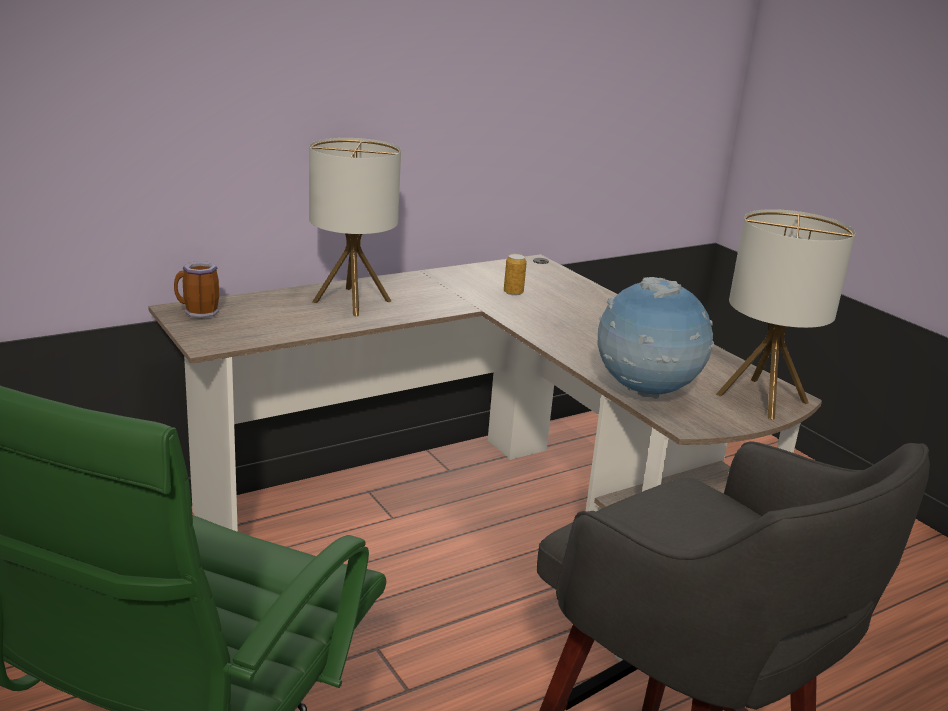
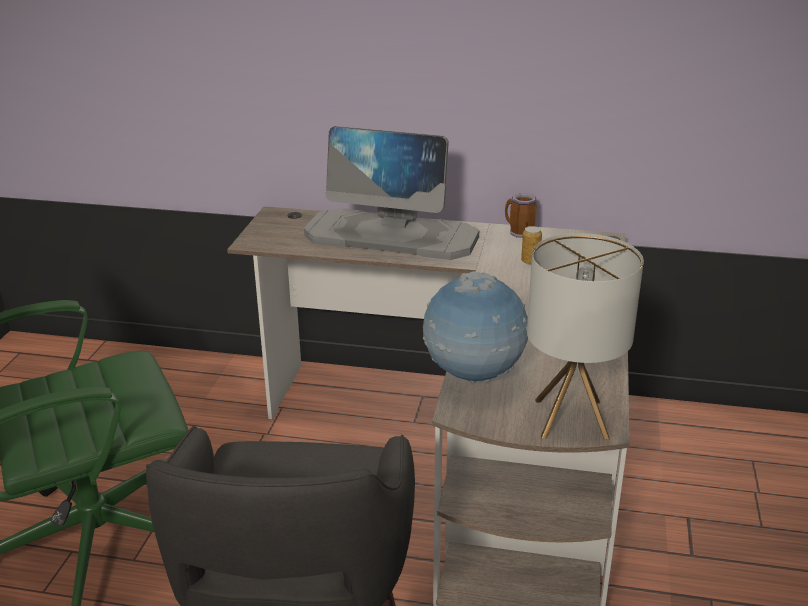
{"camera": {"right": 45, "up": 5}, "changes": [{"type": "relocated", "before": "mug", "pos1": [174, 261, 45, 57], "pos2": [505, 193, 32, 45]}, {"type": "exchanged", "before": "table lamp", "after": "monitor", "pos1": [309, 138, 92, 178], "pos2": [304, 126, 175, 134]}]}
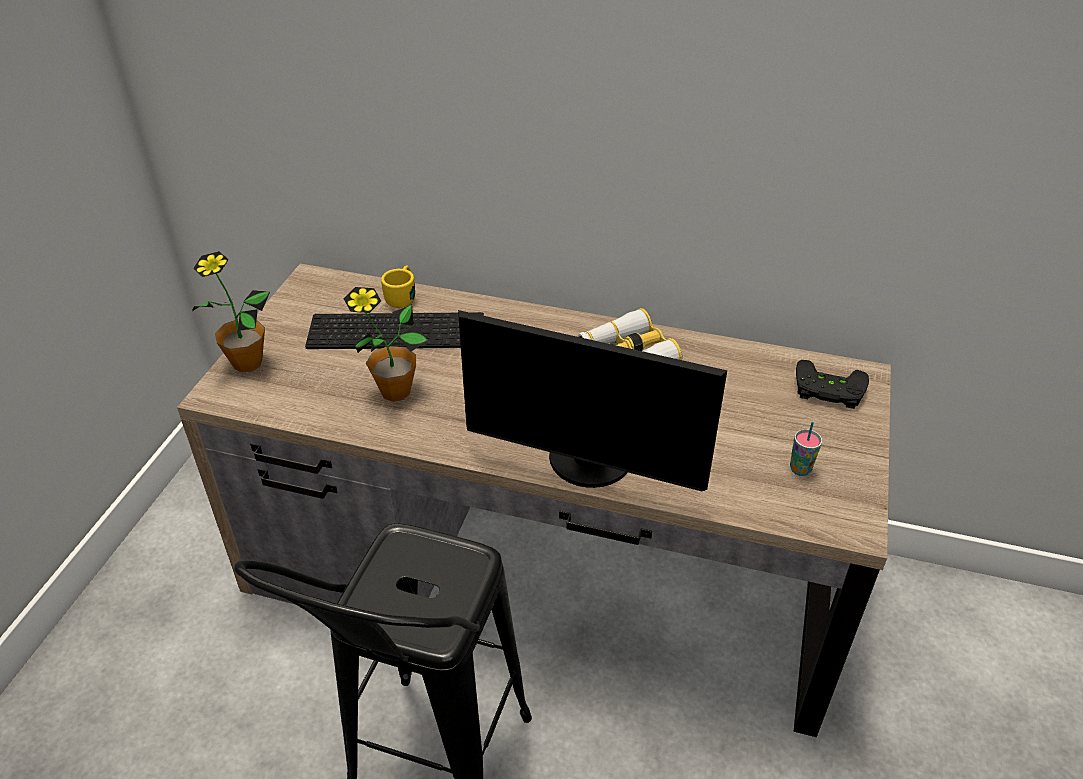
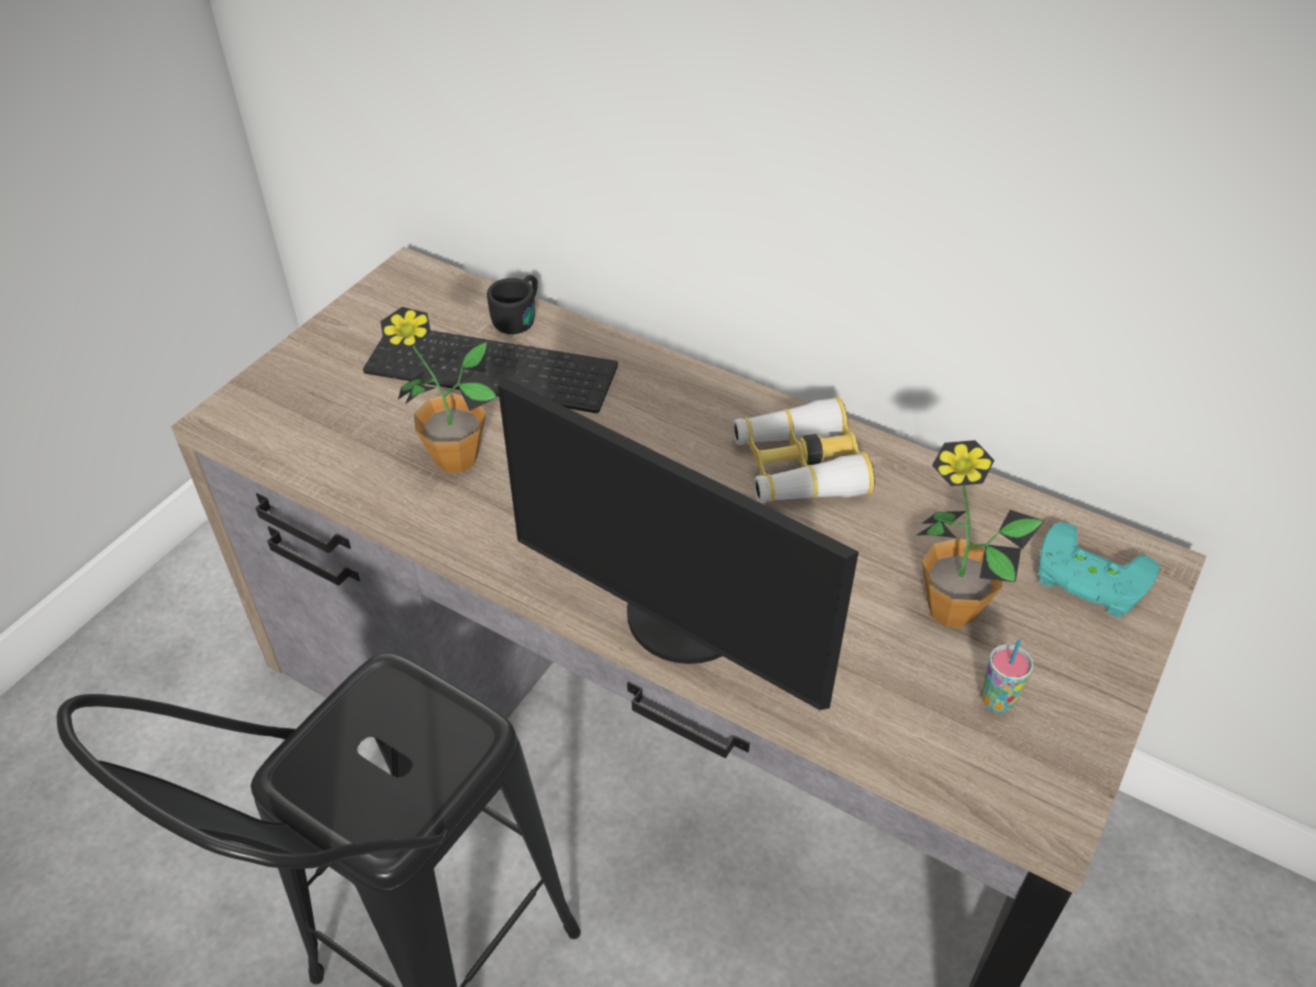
{"camera": {"right": 15, "up": 5}, "changes": [{"type": "relocated", "before": "potted plant", "pos1": [192, 251, 78, 121], "pos2": [917, 440, 127, 188]}, {"type": "colour", "before": "yellow mug", "after": "black mug", "pos1": [381, 265, 34, 43], "pos2": [487, 275, 51, 59]}, {"type": "colour", "before": "black game controller", "after": "turquoise game controller", "pos1": [796, 360, 73, 49], "pos2": [1038, 522, 122, 96]}]}
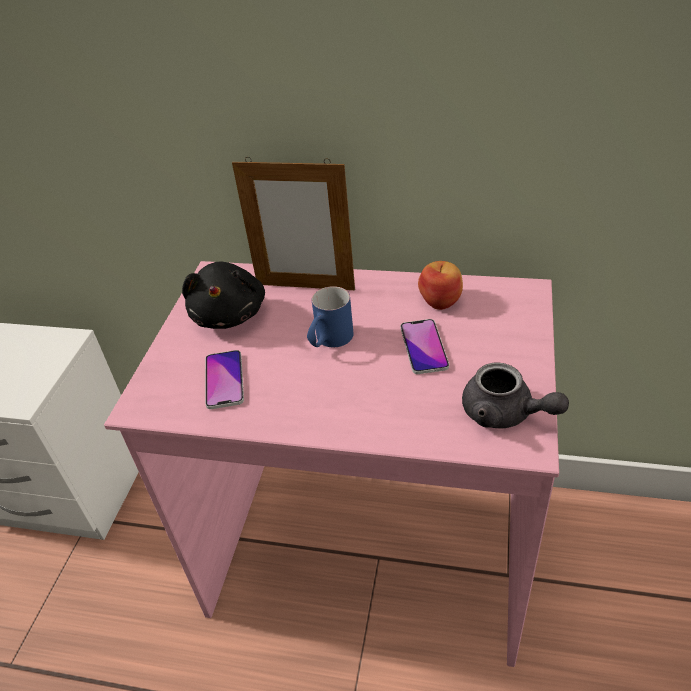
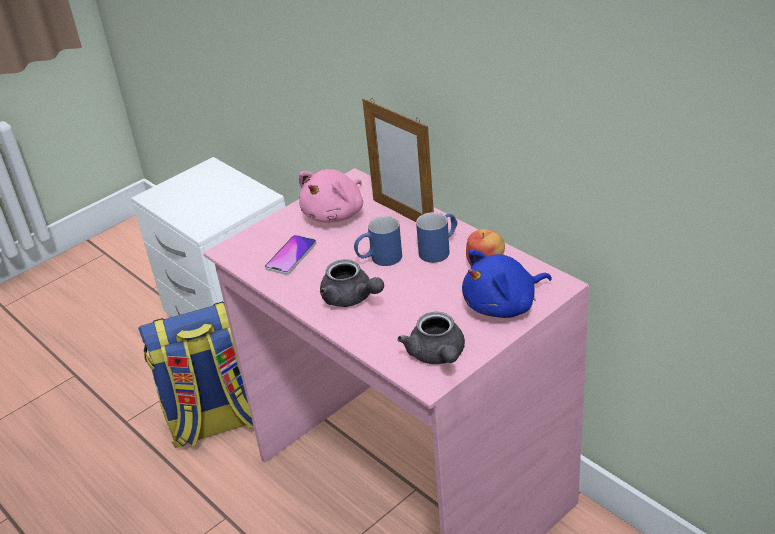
{"camera": {"right": 35, "up": -5}, "changes": [{"type": "colour", "before": "black plush toy", "after": "pink plush toy", "pos1": [182, 262, 83, 67], "pos2": [299, 169, 64, 53]}, {"type": "missing", "before": "phone", "pos1": [400, 319, 49, 55]}, {"type": "appeared", "after": "backpack", "pos2": [138, 301, 115, 147]}, {"type": "appeared", "after": "grey teapot", "pos2": [320, 259, 64, 48]}, {"type": "appeared", "after": "blue mug", "pos2": [416, 212, 41, 51]}, {"type": "appeared", "after": "blue plush toy", "pos2": [462, 250, 90, 68]}]}
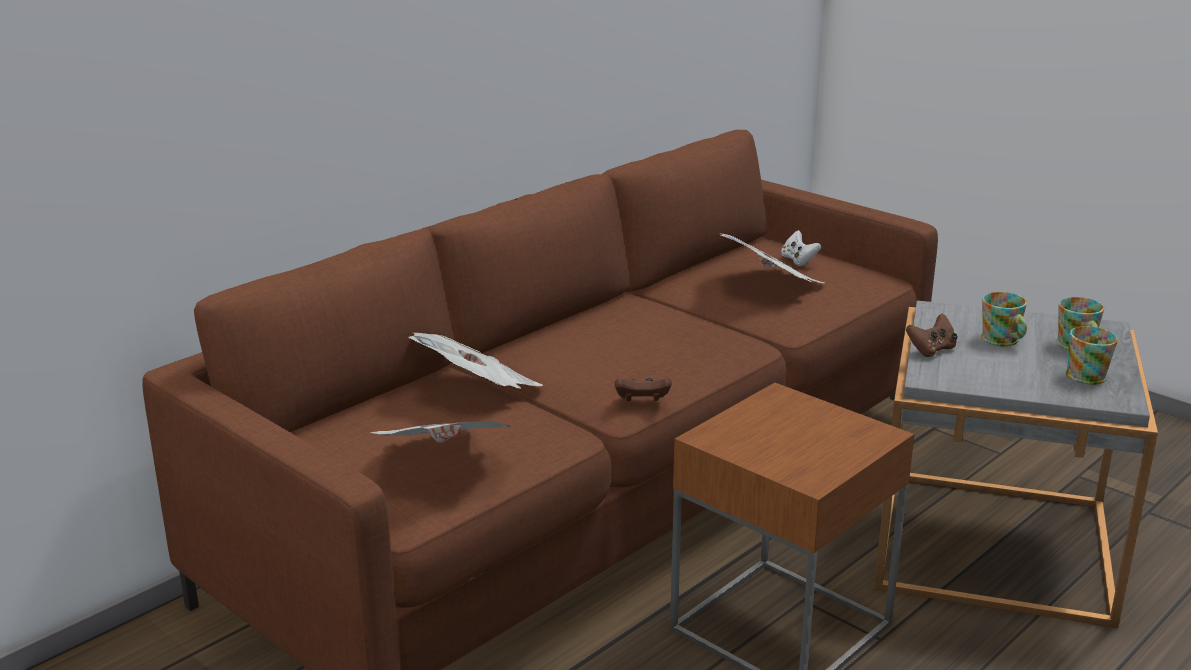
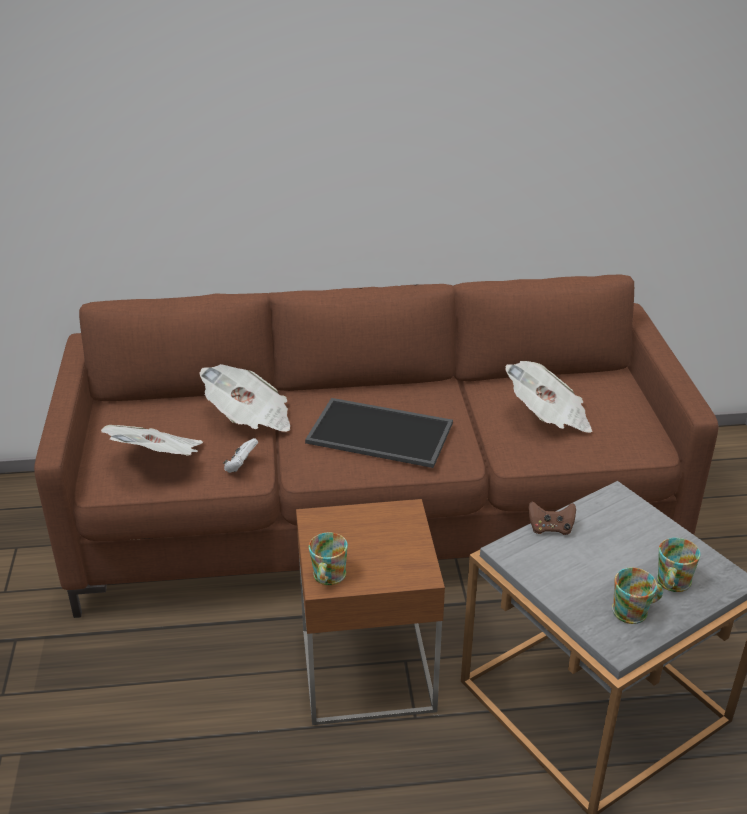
{"camera": {"right": 40, "up": 10}, "changes": [{"type": "missing", "before": "brown game controller", "pos1": [614, 378, 58, 23]}, {"type": "relocated", "before": "white game controller", "pos1": [781, 230, 40, 36], "pos2": [223, 438, 35, 35]}, {"type": "relocated", "before": "mug", "pos1": [981, 292, 46, 54], "pos2": [309, 532, 39, 53]}, {"type": "appeared", "after": "tray", "pos2": [305, 398, 148, 70]}]}
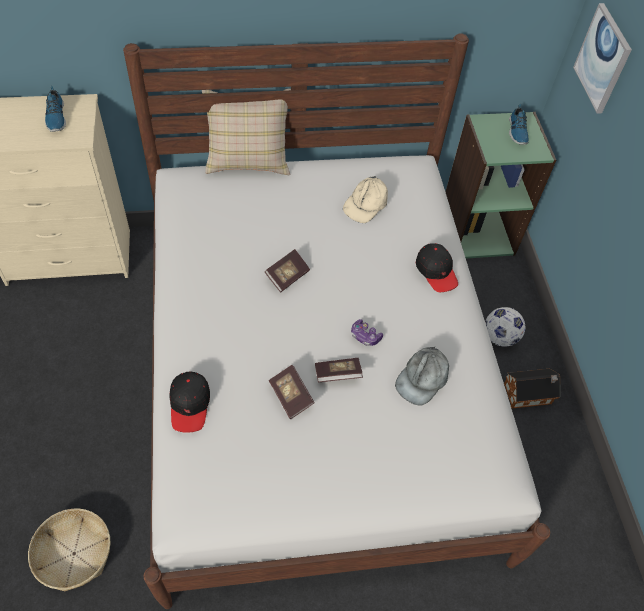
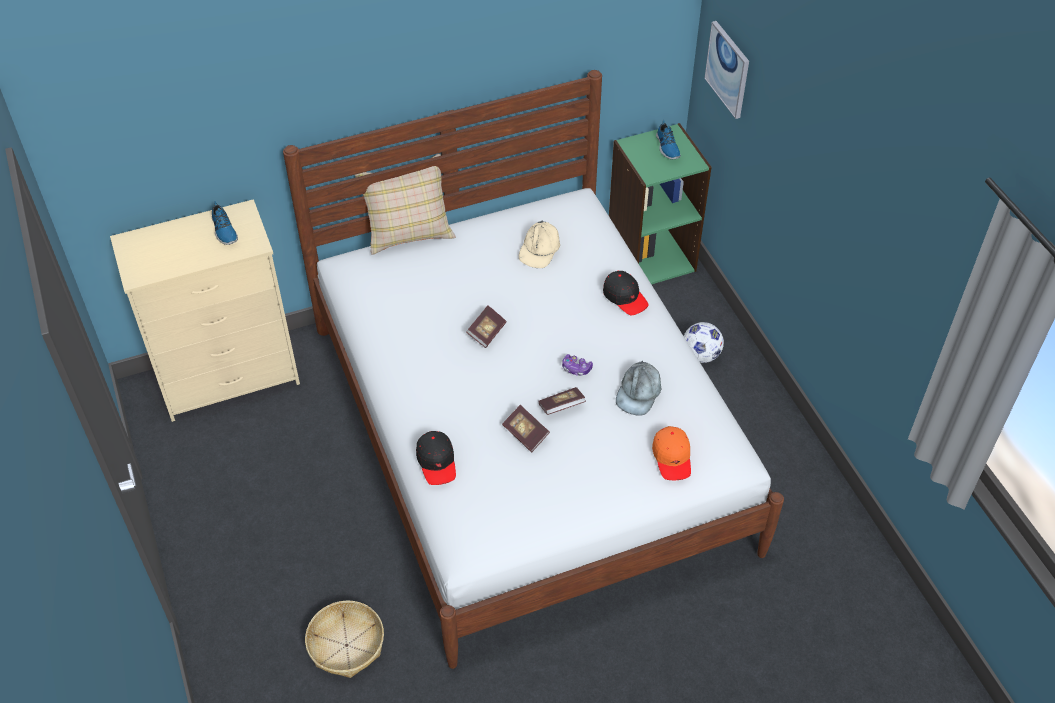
{"camera": {"right": -10, "up": -5}, "changes": [{"type": "missing", "before": "toy house", "pos1": [504, 369, 56, 39]}, {"type": "appeared", "after": "orange cap", "pos2": [652, 426, 39, 54]}]}
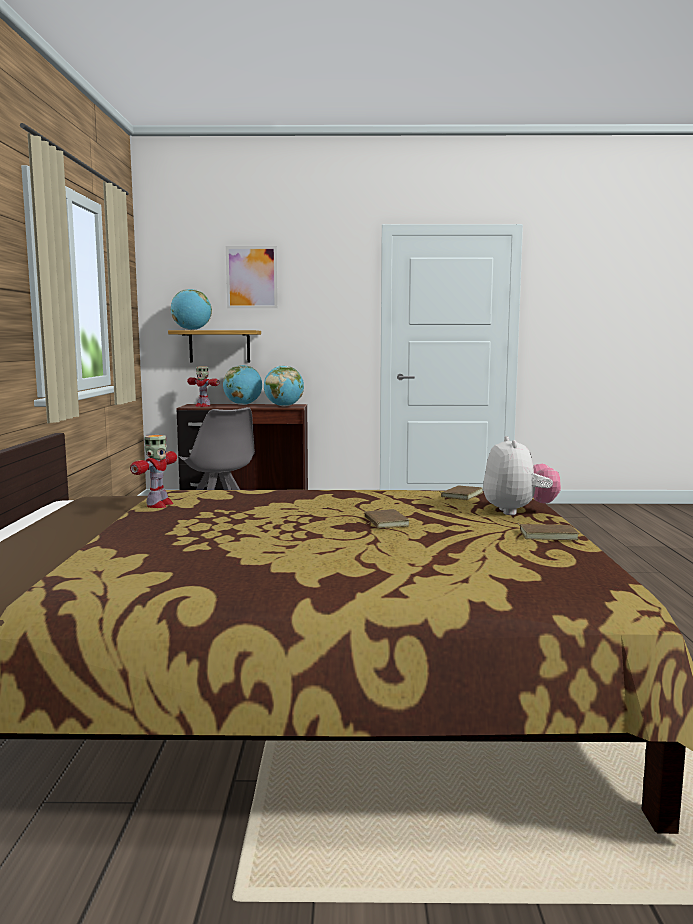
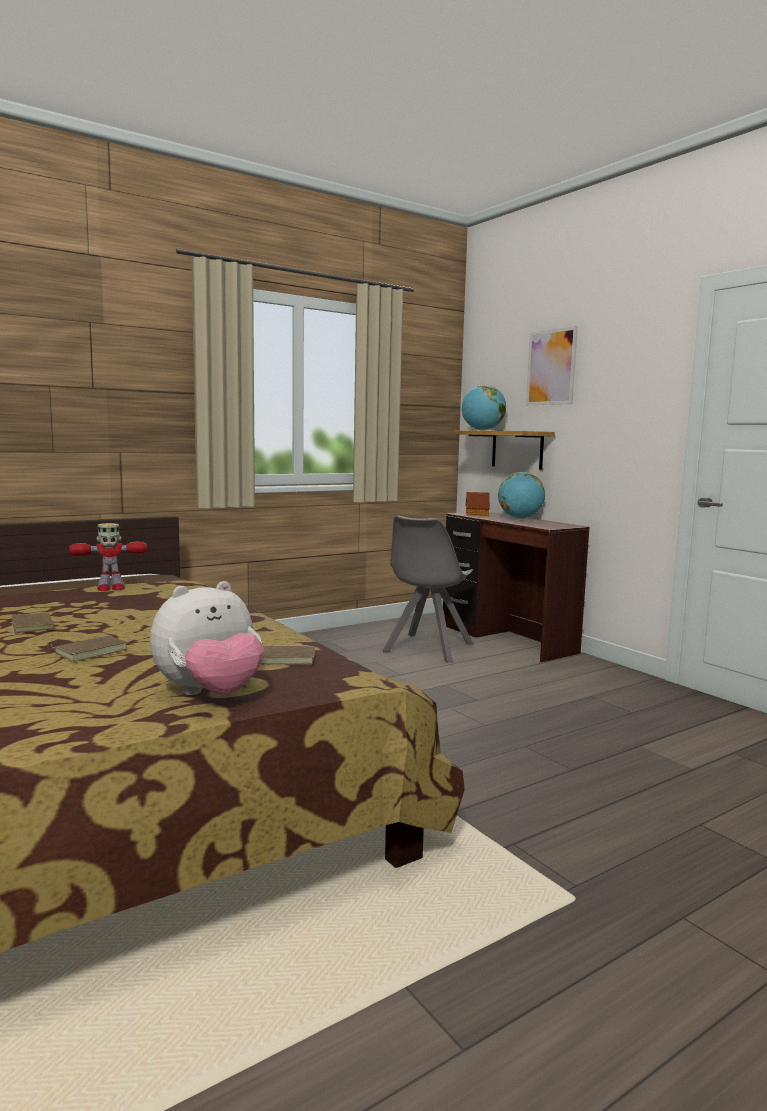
{"camera": {"right": 55, "up": 0}, "changes": [{"type": "exchanged", "before": "toy robot", "after": "toy house", "pos1": [187, 367, 32, 40], "pos2": [466, 492, 24, 24]}, {"type": "missing", "before": "globe", "pos1": [264, 366, 40, 41]}, {"type": "relocated", "before": "brown book", "pos1": [518, 522, 62, 18], "pos2": [12, 611, 49, 22]}]}
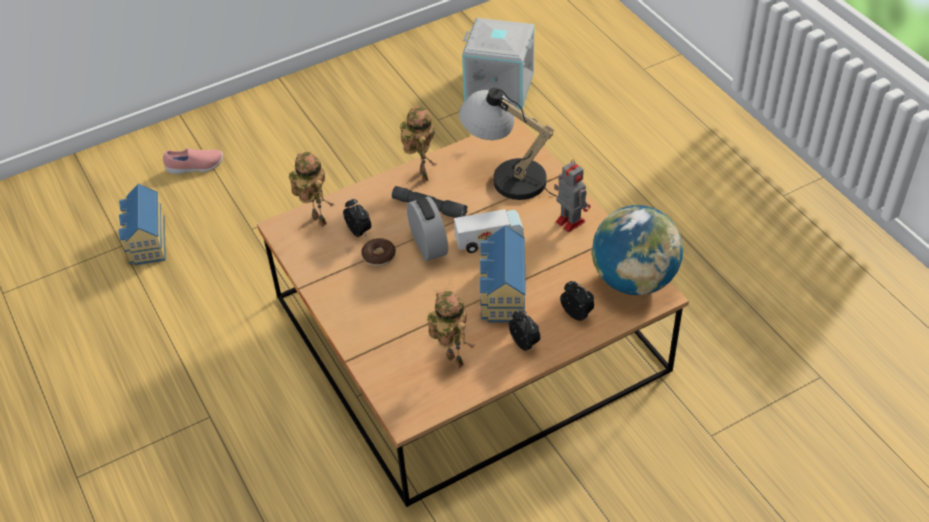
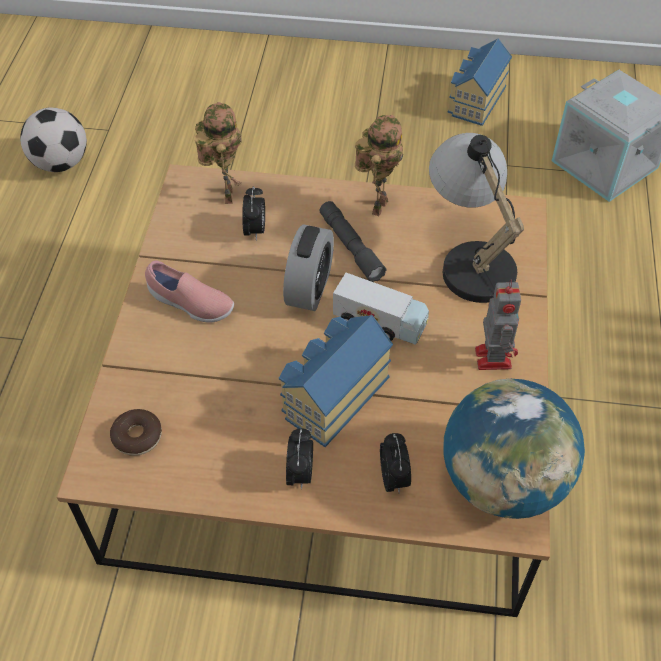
{"camera": {"right": 35, "up": 5}, "changes": [{"type": "relocated", "before": "toy house", "pos1": [118, 184, 48, 81], "pos2": [447, 38, 65, 88]}, {"type": "relocated", "before": "pink shoe", "pos1": [163, 148, 60, 26], "pos2": [145, 261, 89, 62]}, {"type": "relocated", "before": "donut", "pos1": [361, 238, 35, 28], "pos2": [110, 409, 52, 47]}, {"type": "missing", "before": "toy robot", "pos1": [427, 291, 48, 78]}, {"type": "appeared", "after": "football", "pos2": [20, 108, 67, 64]}]}
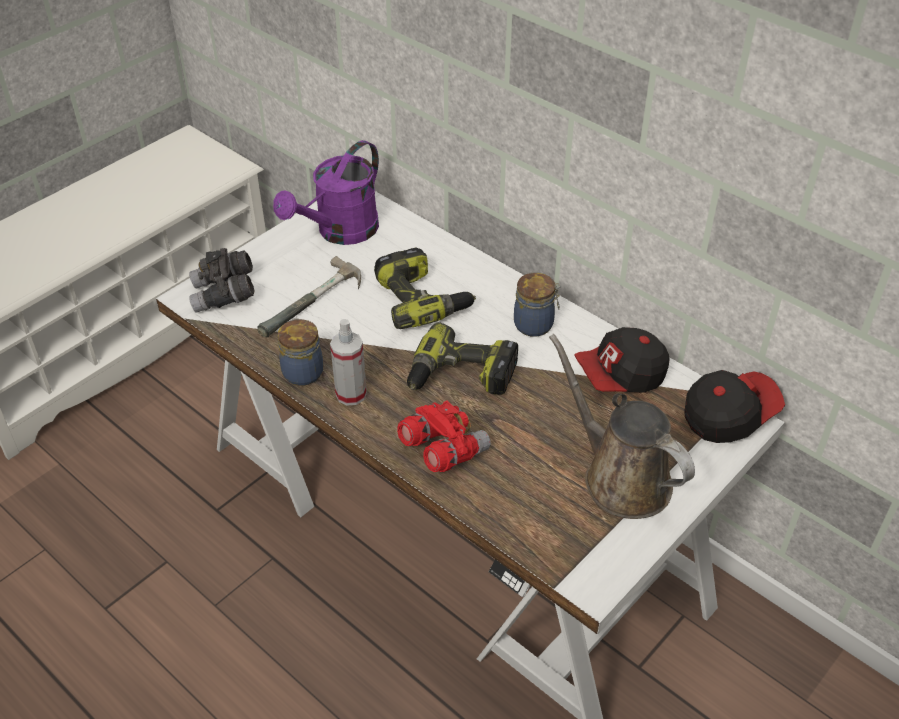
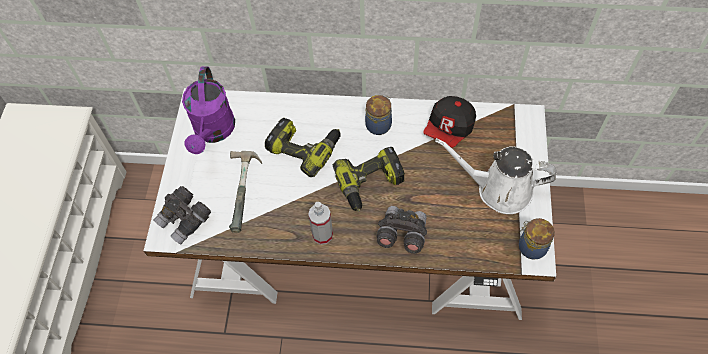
{"camera": {"right": -35, "up": 15}, "changes": [{"type": "relocated", "before": "jar", "pos1": [278, 318, 45, 68], "pos2": [519, 218, 36, 42]}, {"type": "colour", "before": "red binoculars", "after": "grey binoculars", "pos1": [397, 401, 94, 71], "pos2": [376, 206, 51, 48]}, {"type": "colour", "before": "brown watering can", "after": "white watering can", "pos1": [549, 334, 146, 185], "pos2": [435, 138, 122, 76]}, {"type": "missing", "before": "cap", "pos1": [684, 370, 101, 73]}]}
